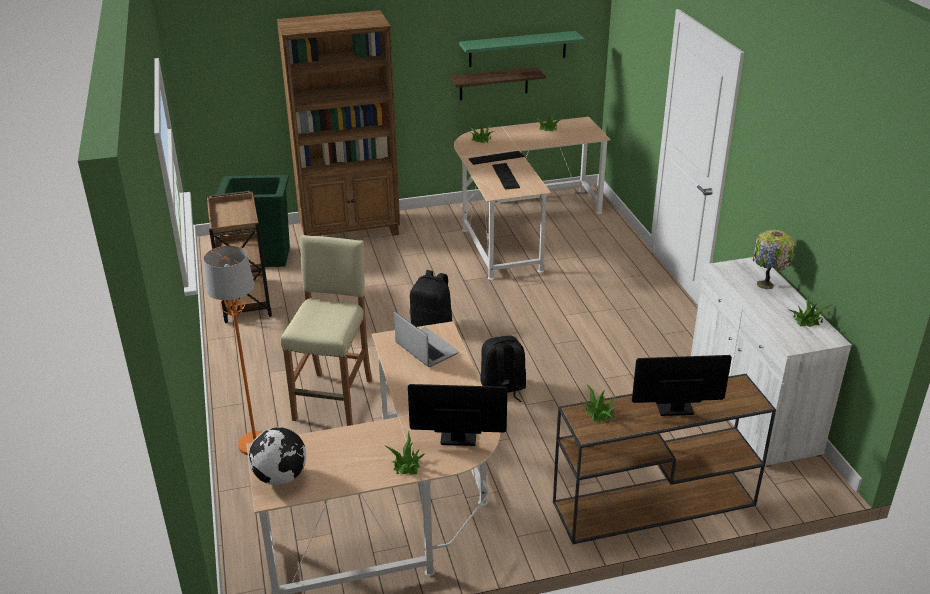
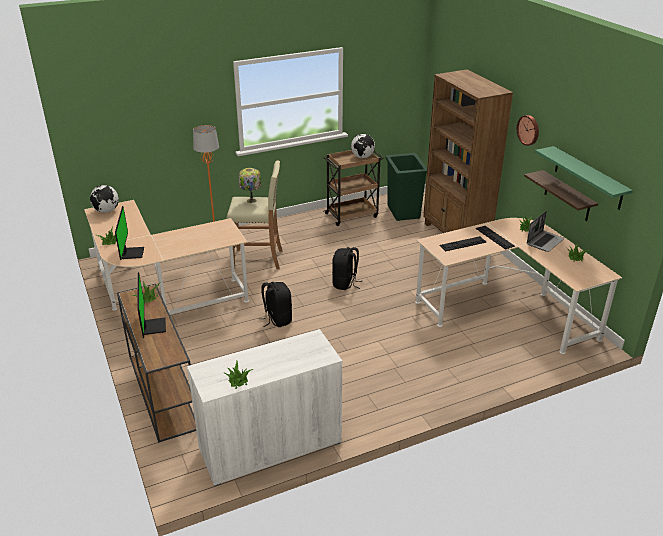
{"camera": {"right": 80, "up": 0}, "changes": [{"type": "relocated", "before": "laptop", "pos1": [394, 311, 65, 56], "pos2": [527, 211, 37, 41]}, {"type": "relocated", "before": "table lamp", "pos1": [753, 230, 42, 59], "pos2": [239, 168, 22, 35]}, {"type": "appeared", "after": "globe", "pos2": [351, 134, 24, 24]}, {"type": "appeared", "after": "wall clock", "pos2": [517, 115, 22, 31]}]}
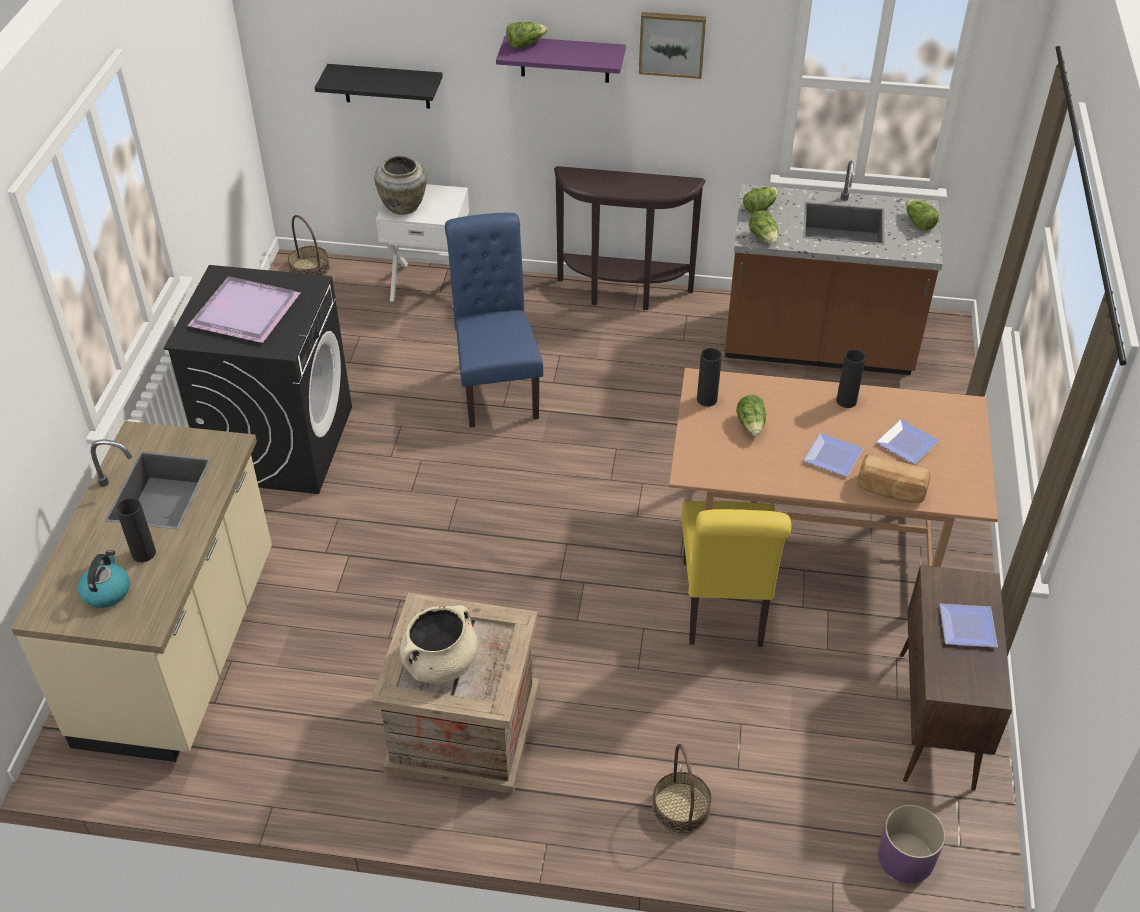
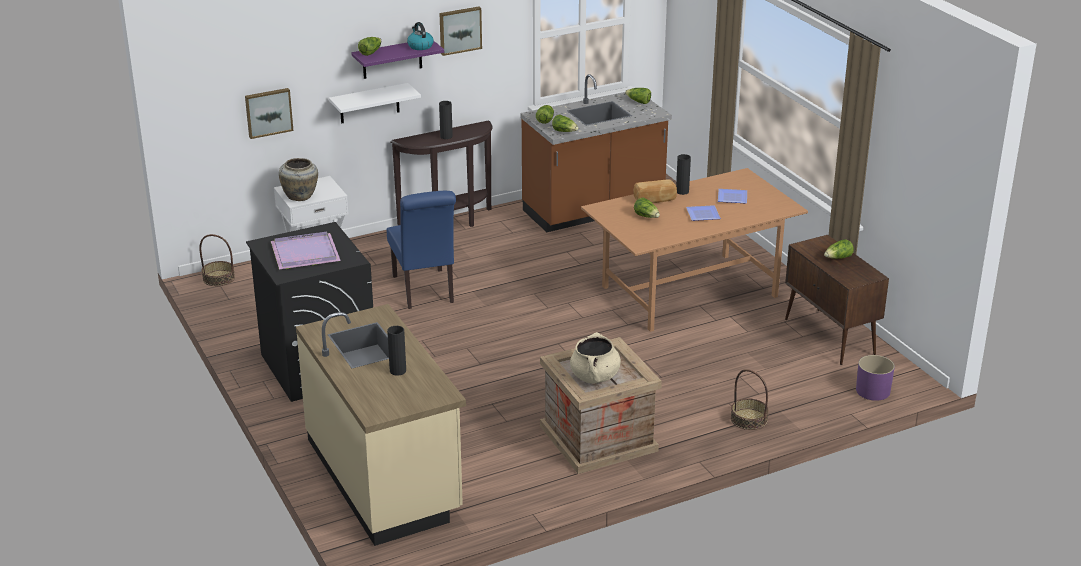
{"camera": {"right": -35, "up": -15}, "changes": [{"type": "relocated", "before": "kettle", "pos1": [78, 550, 52, 58], "pos2": [407, 22, 27, 28]}, {"type": "exchanged", "before": "black shelf", "after": "picture", "pos1": [315, 64, 128, 45], "pos2": [245, 88, 48, 51]}, {"type": "spun", "before": "blue chair", "pos1": [445, 213, 98, 215], "pos2": [387, 191, 69, 118], "turn": -150}, {"type": "missing", "before": "yellow chair", "pos1": [682, 501, 109, 146]}, {"type": "relocated", "before": "black vase", "pos1": [697, 348, 25, 59], "pos2": [439, 101, 14, 38]}, {"type": "relocated", "before": "bread", "pos1": [857, 454, 74, 49], "pos2": [633, 180, 44, 23]}, {"type": "exchanged", "before": "plate", "after": "lettuce", "pos1": [940, 604, 58, 43], "pos2": [824, 239, 30, 20]}, {"type": "appeared", "after": "white shelf", "pos2": [329, 83, 92, 40]}]}
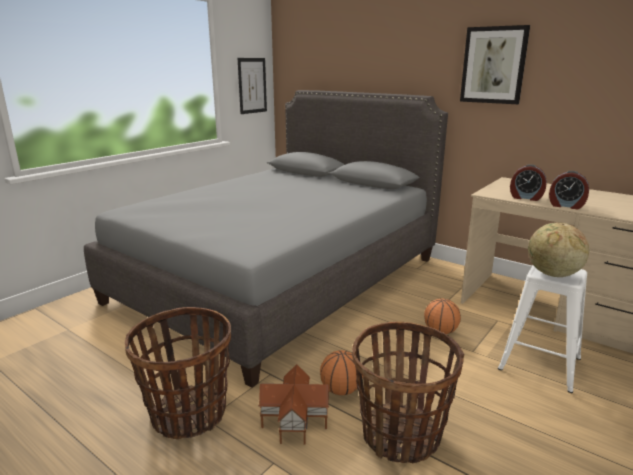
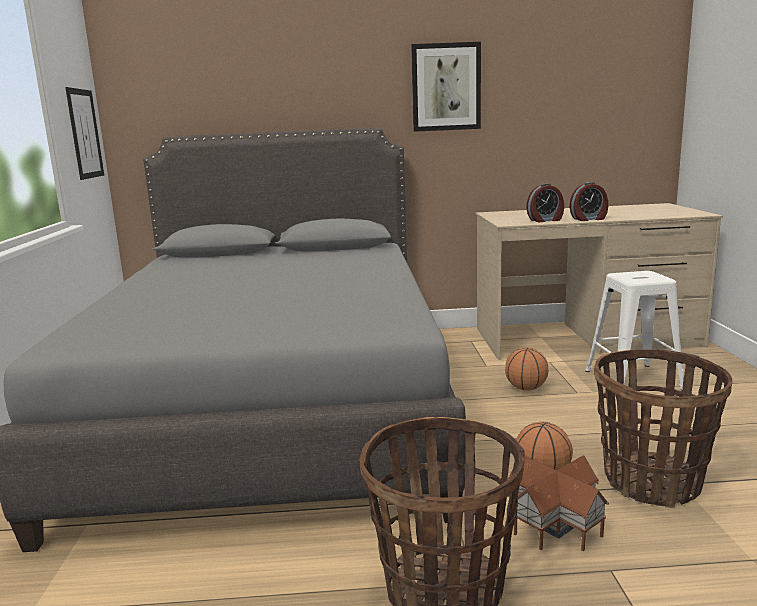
{"camera": {"right": -40, "up": -5}, "changes": [{"type": "missing", "before": "globe", "pos1": [528, 223, 61, 54]}]}
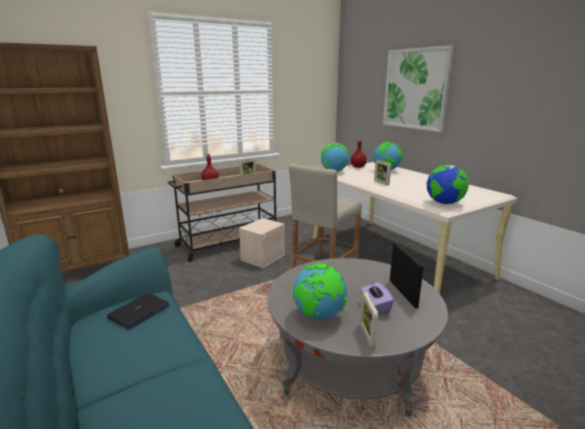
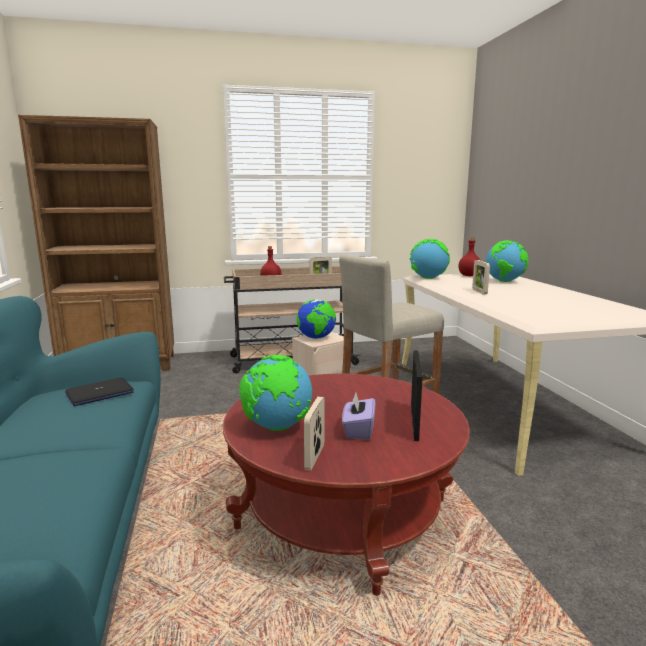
{"camera": {"right": 20, "up": -5}, "changes": [{"type": "colour", "before": "grey coffee table", "after": "red coffee table", "pos1": [268, 258, 180, 159], "pos2": [223, 373, 247, 223]}, {"type": "missing", "before": "picture", "pos1": [383, 45, 71, 87]}, {"type": "relocated", "before": "globe", "pos1": [427, 165, 42, 39], "pos2": [297, 299, 39, 40]}]}
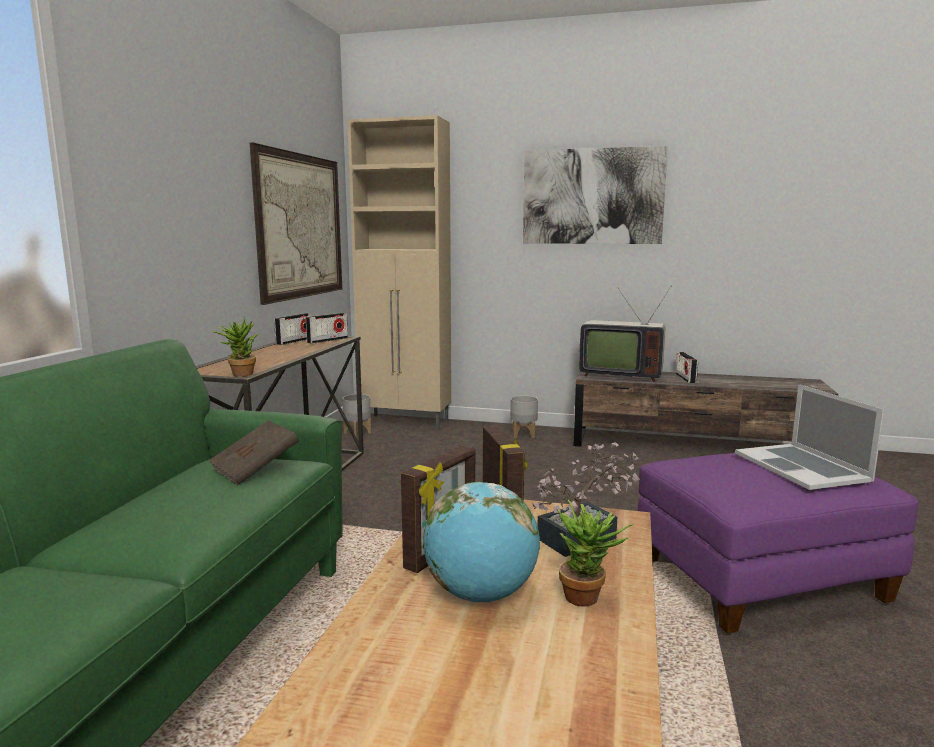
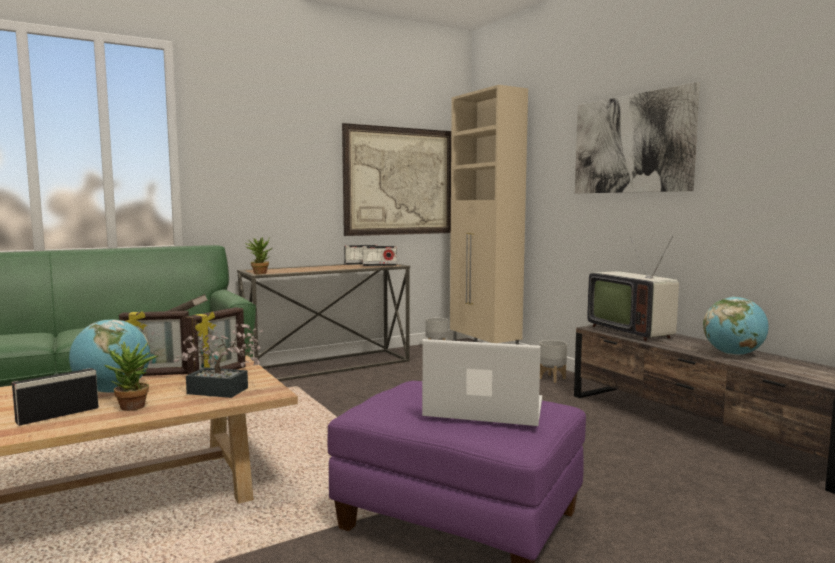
{"camera": {"right": 45, "up": -5}, "changes": [{"type": "relocated", "before": "radio", "pos1": [676, 352, 22, 31], "pos2": [12, 368, 87, 58]}, {"type": "spun", "before": "laptop", "pos1": [735, 384, 149, 106], "pos2": [422, 339, 120, 87], "turn": 75}, {"type": "appeared", "after": "globe", "pos2": [703, 297, 66, 58]}]}
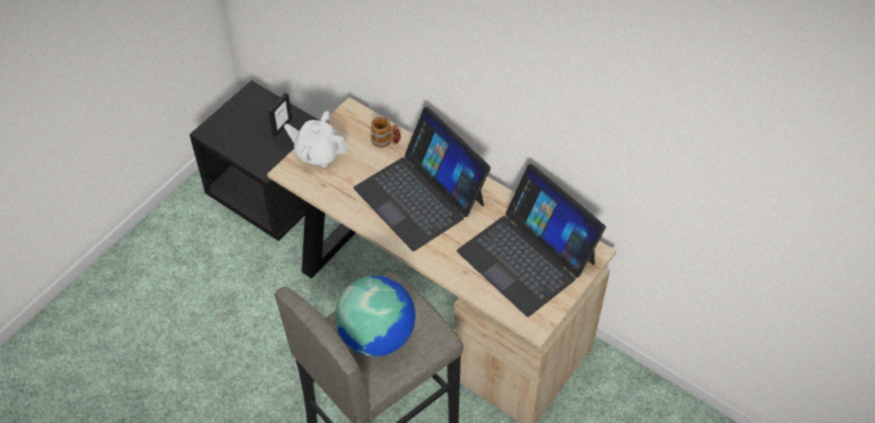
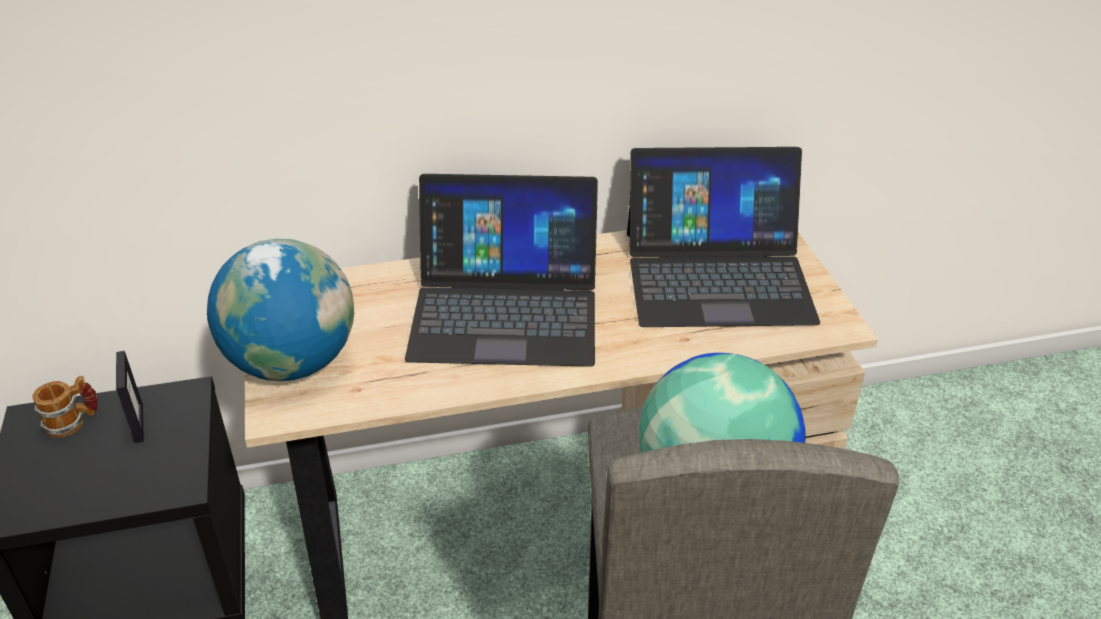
{"camera": {"right": -50, "up": -15}, "changes": [{"type": "exchanged", "before": "white teapot", "after": "globe", "pos1": [284, 111, 64, 56], "pos2": [207, 239, 147, 142]}, {"type": "relocated", "before": "mug", "pos1": [371, 117, 30, 31], "pos2": [32, 376, 66, 62]}]}
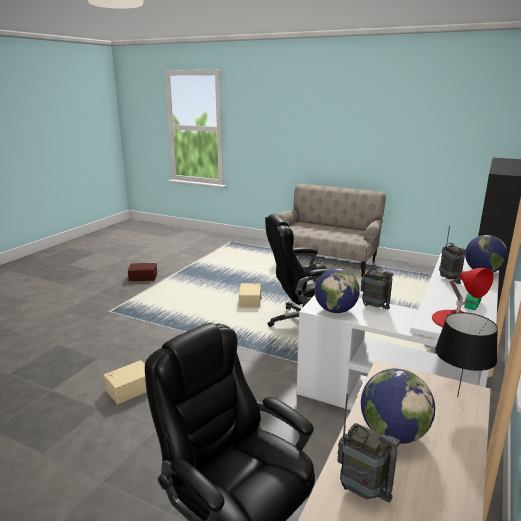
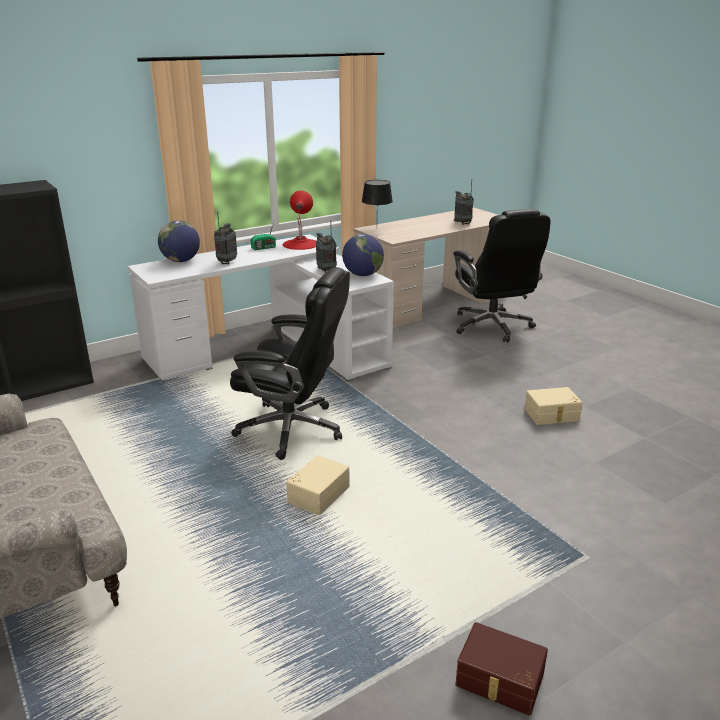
{"camera": {"right": -150, "up": 5}, "changes": [{"type": "missing", "before": "globe", "pos1": [361, 369, 74, 75]}]}
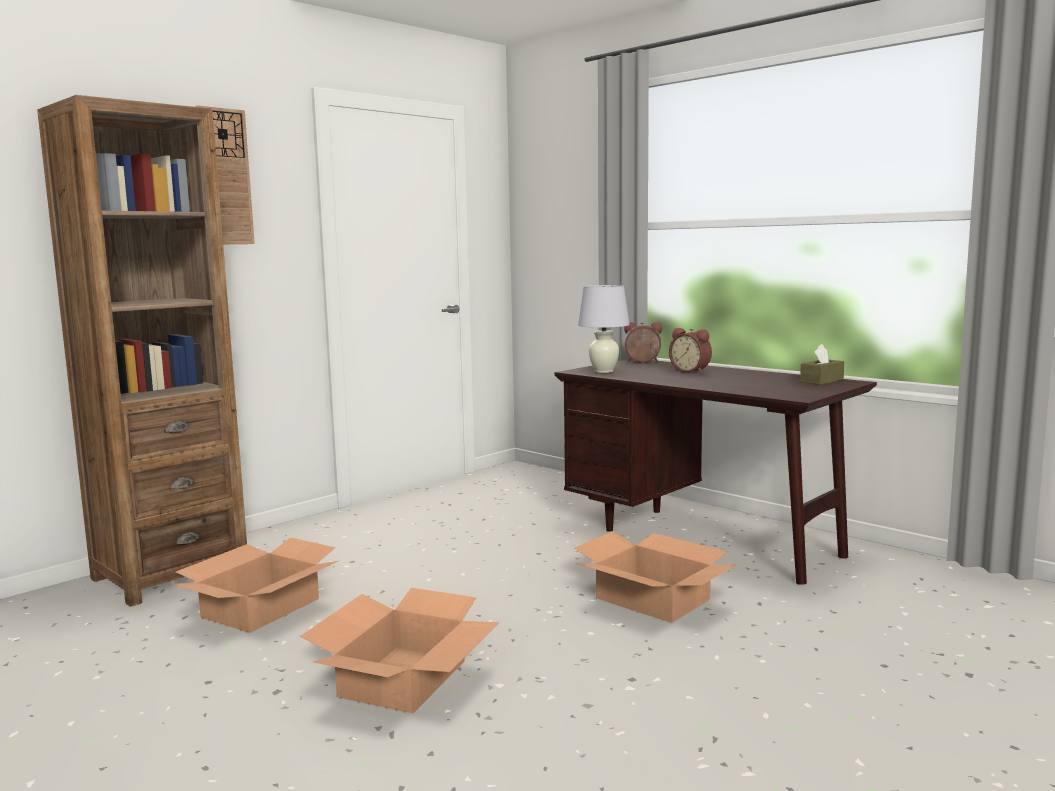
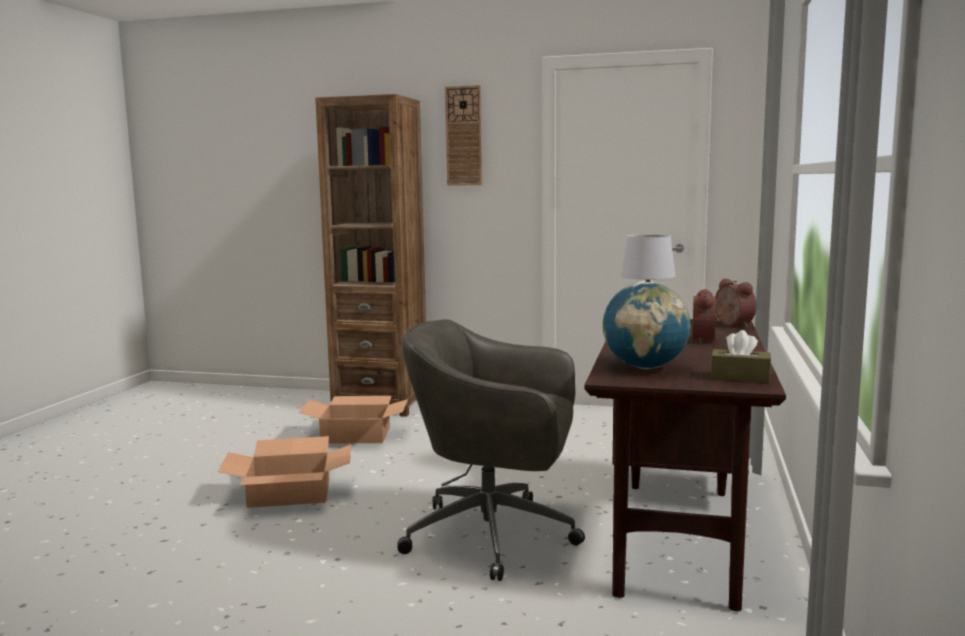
{"camera": {"right": 60, "up": 0}, "changes": [{"type": "exchanged", "before": "cardboard box", "after": "grey office chair", "pos1": [575, 531, 162, 92], "pos2": [397, 319, 188, 262]}, {"type": "appeared", "after": "globe", "pos2": [603, 282, 88, 87]}]}
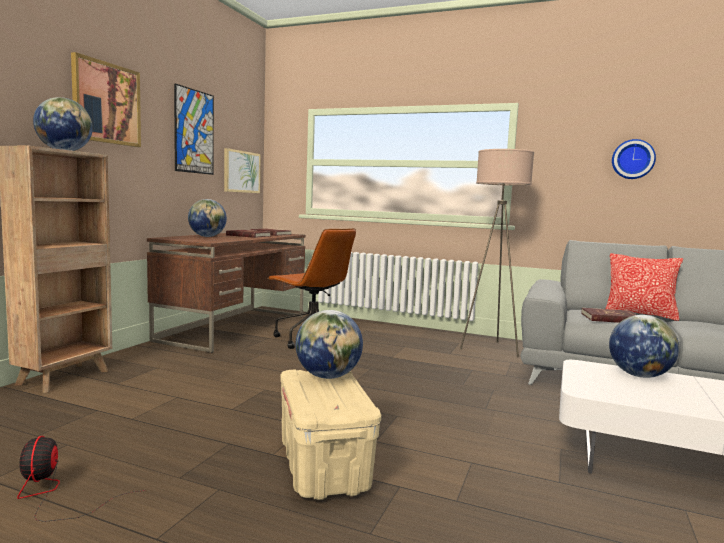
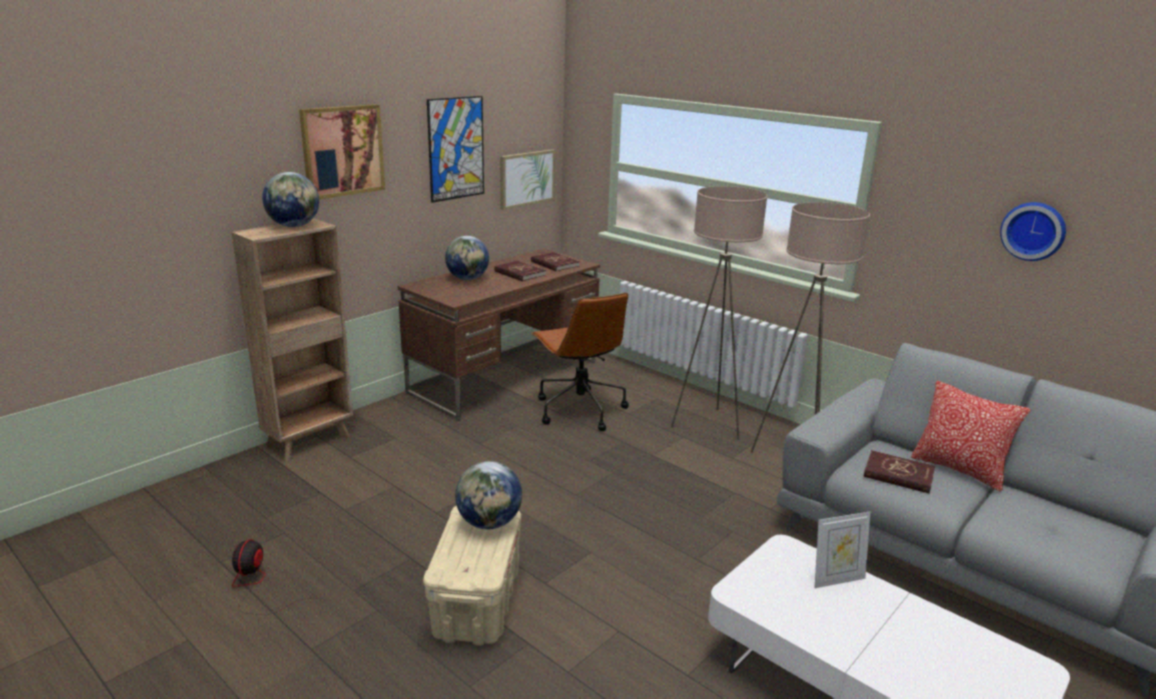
{"camera": {"right": 20, "up": 15}, "changes": [{"type": "exchanged", "before": "globe", "after": "picture frame", "pos1": [609, 315, 70, 63], "pos2": [815, 511, 55, 77]}, {"type": "appeared", "after": "beige floor lamp", "pos2": [671, 186, 97, 254]}]}
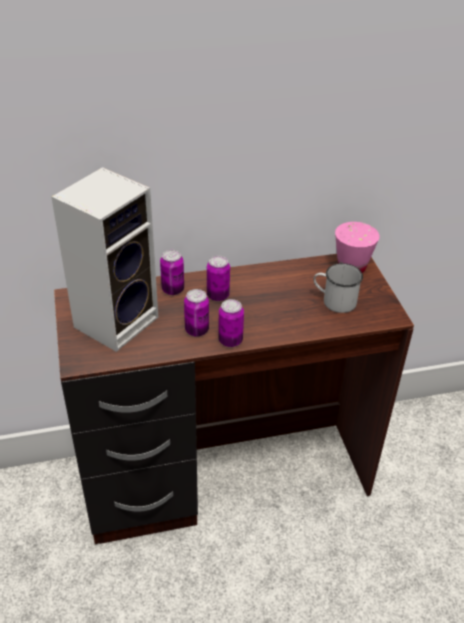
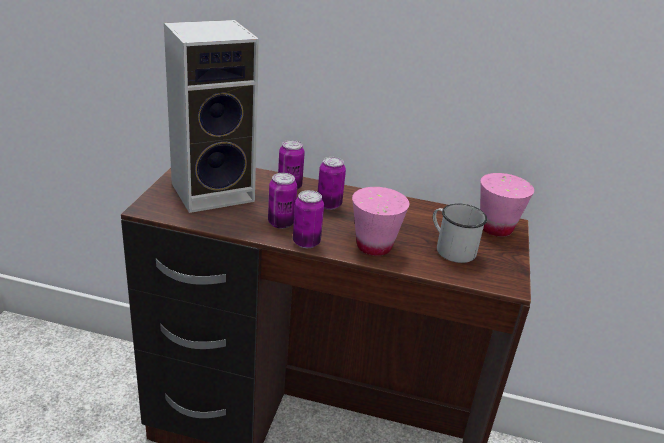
{"camera": {"right": 25, "up": -10}, "changes": [{"type": "appeared", "after": "pink cup", "pos2": [352, 187, 57, 69]}]}
